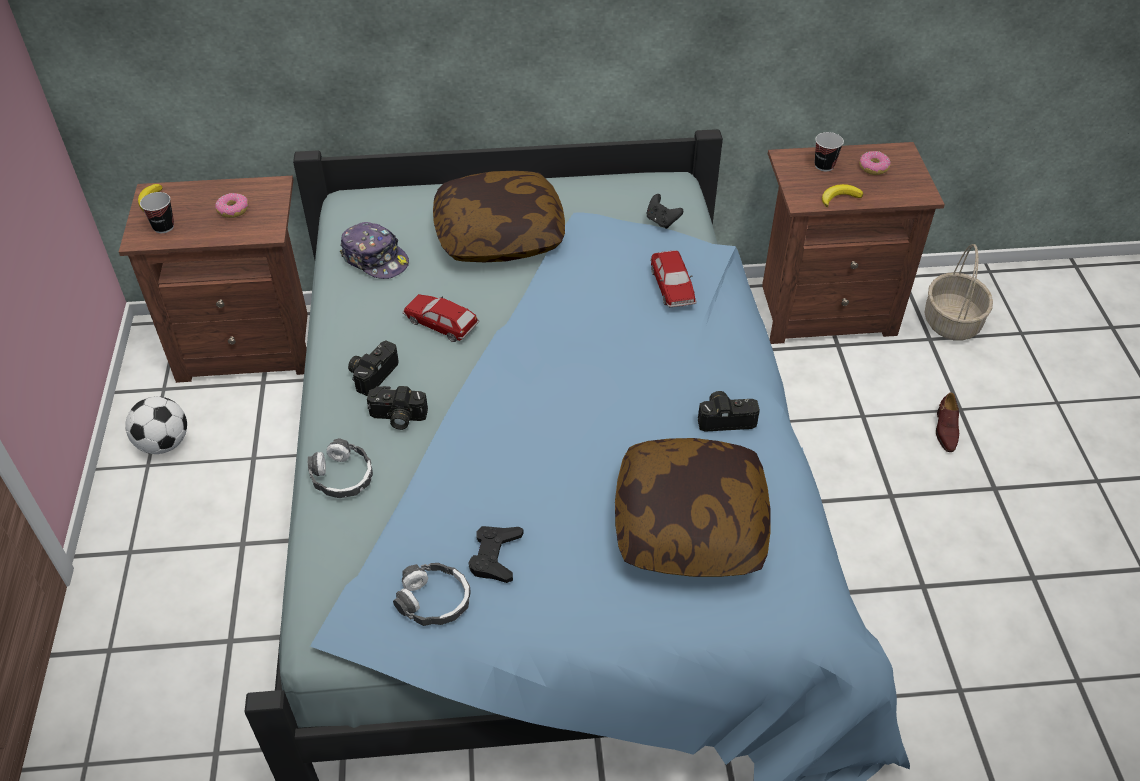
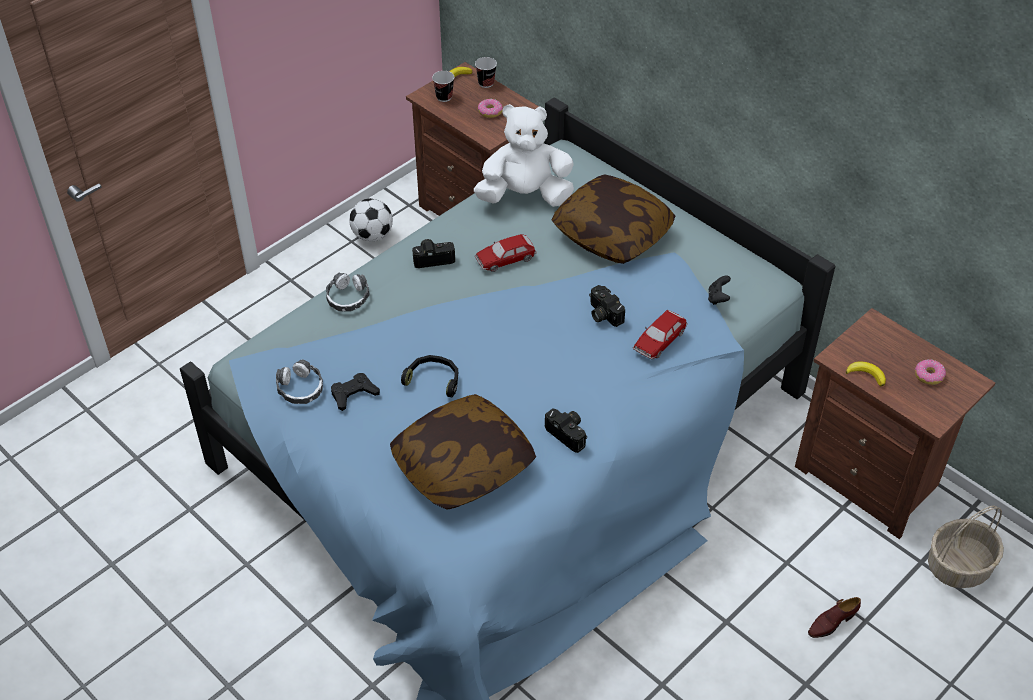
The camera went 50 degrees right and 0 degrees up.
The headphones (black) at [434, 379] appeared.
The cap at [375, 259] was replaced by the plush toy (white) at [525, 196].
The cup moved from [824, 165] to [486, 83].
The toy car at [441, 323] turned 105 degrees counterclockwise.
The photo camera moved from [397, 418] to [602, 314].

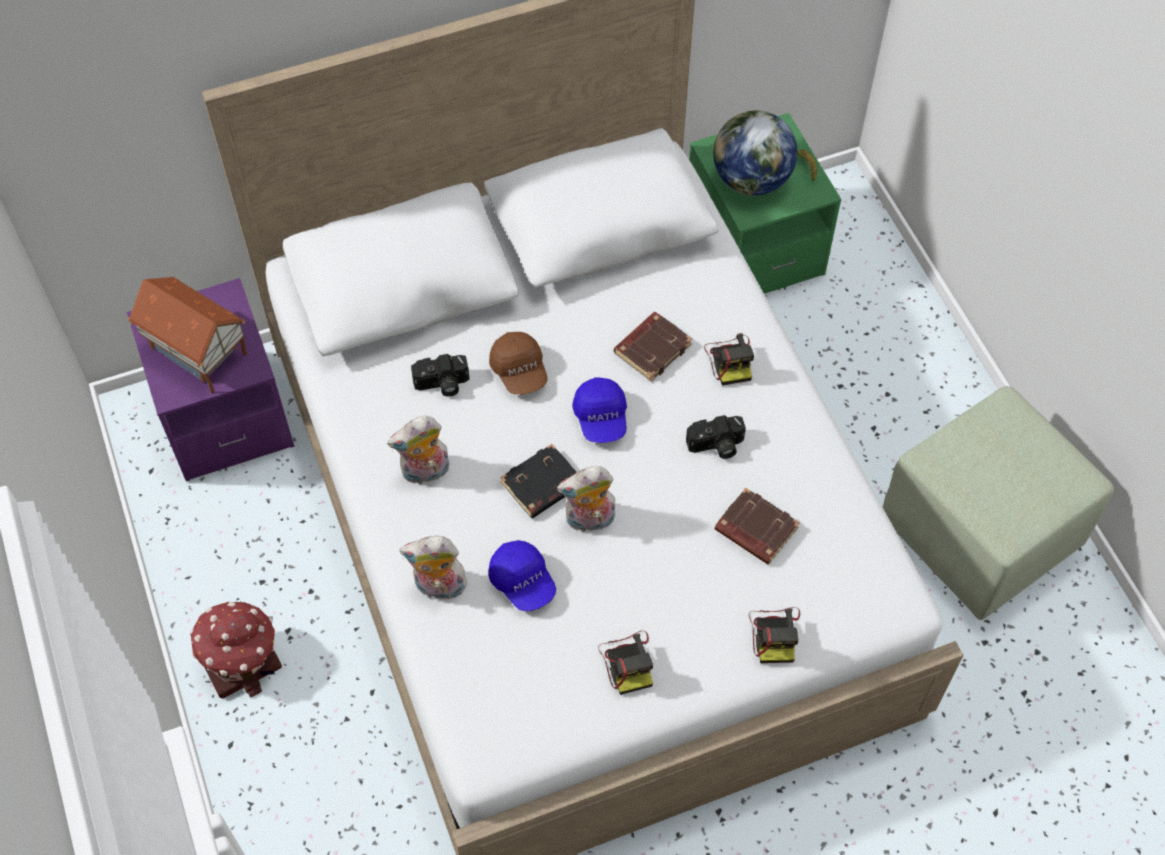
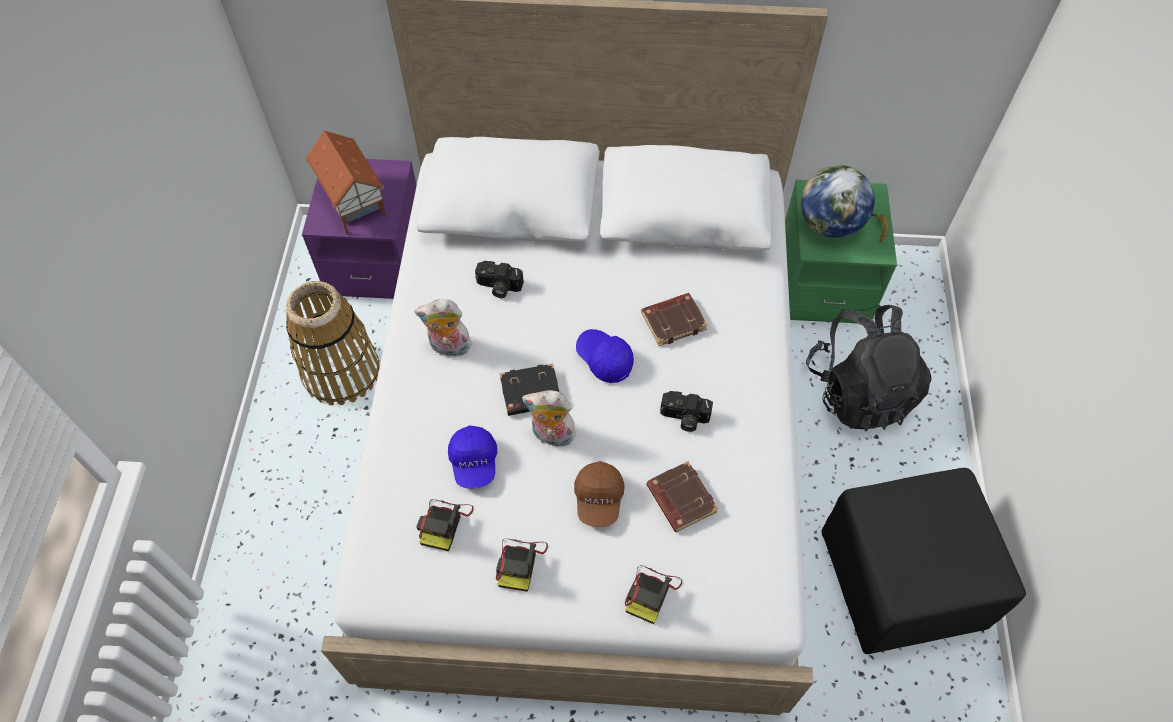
The camera went 25 degrees right and 0 degrees up.
The basket at [342, 372] appeared.
The photo camera moved from [730, 360] to [444, 523].
The cap (brown) moved from [519, 371] to [599, 499].
The cap (blue) at [601, 418] turned 120 degrees clockwise.
The backpack (black) at [859, 391] appeared.
The ottoman (green) at [982, 534] became the ottoman (black) at [902, 582].
The toy house at [242, 659] disappeared.
The plush toy at [439, 588] disappeared.

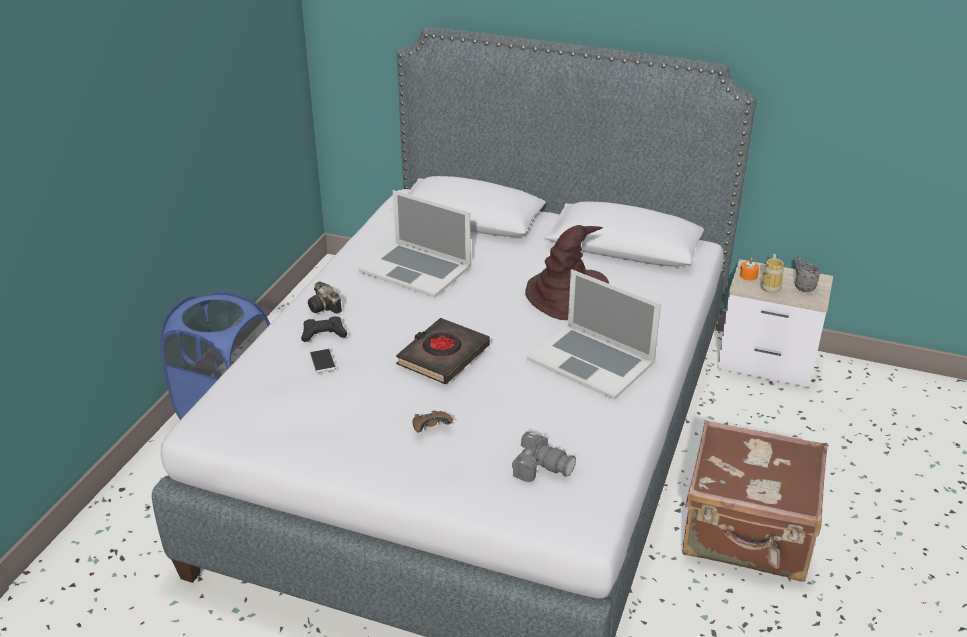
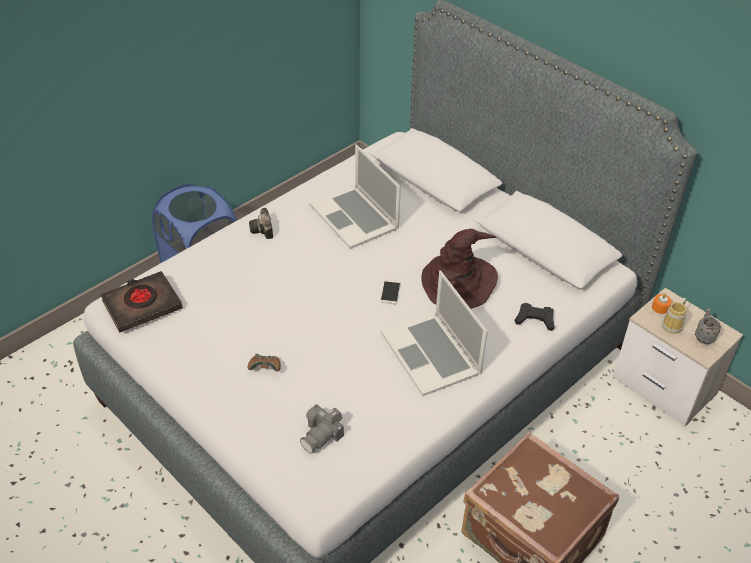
The camera went 25 degrees right and 10 degrees up.
The book (black) moved from [443, 356] to [142, 305].
The photo camera at [541, 467] turned 75 degrees clockwise.
The phone moved from [322, 361] to [390, 292].
The game controller (black) moved from [323, 333] to [535, 319].

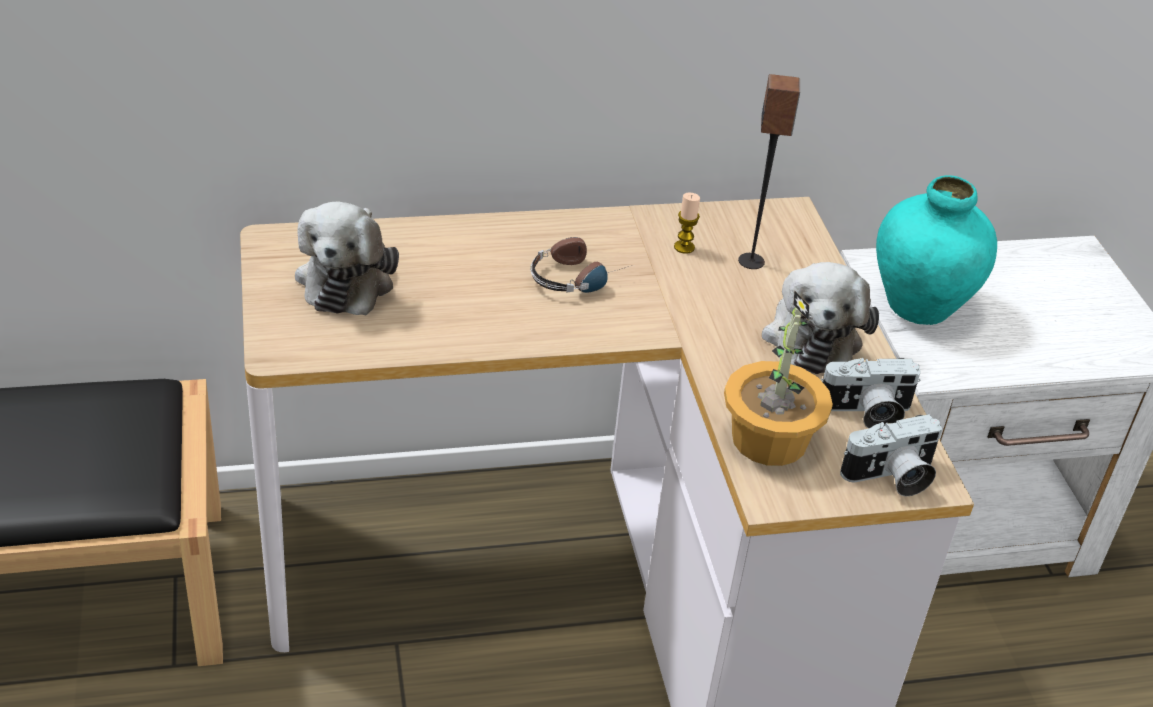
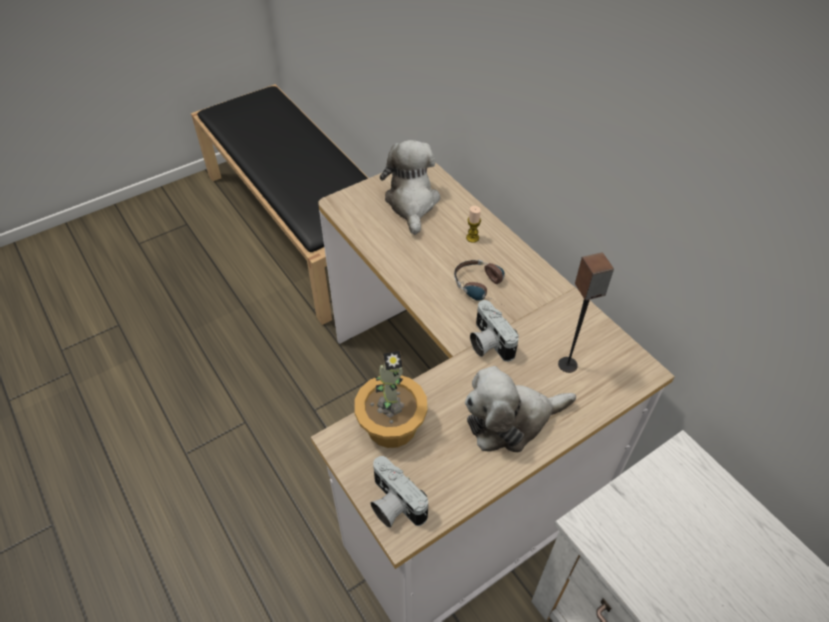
The camera went 70 degrees right and 10 degrees up.
The plush toy at [347, 278] turned 105 degrees clockwise.
The candle moved from [684, 247] to [472, 238].
The photo camera moved from [866, 413] to [488, 343].
The vase (turquoise) at [919, 306] disappeared.

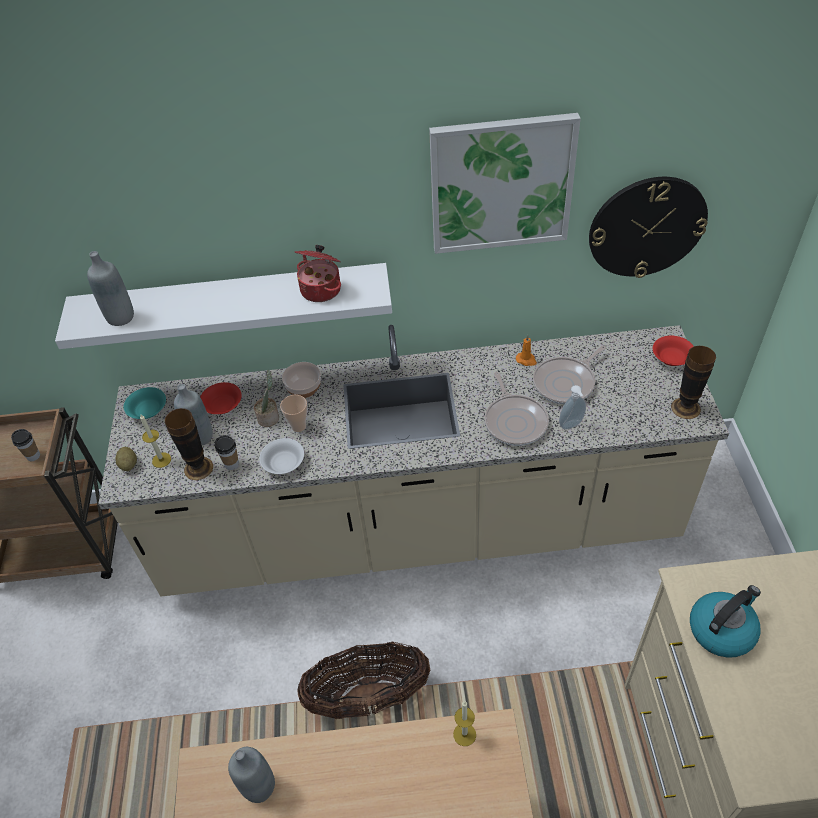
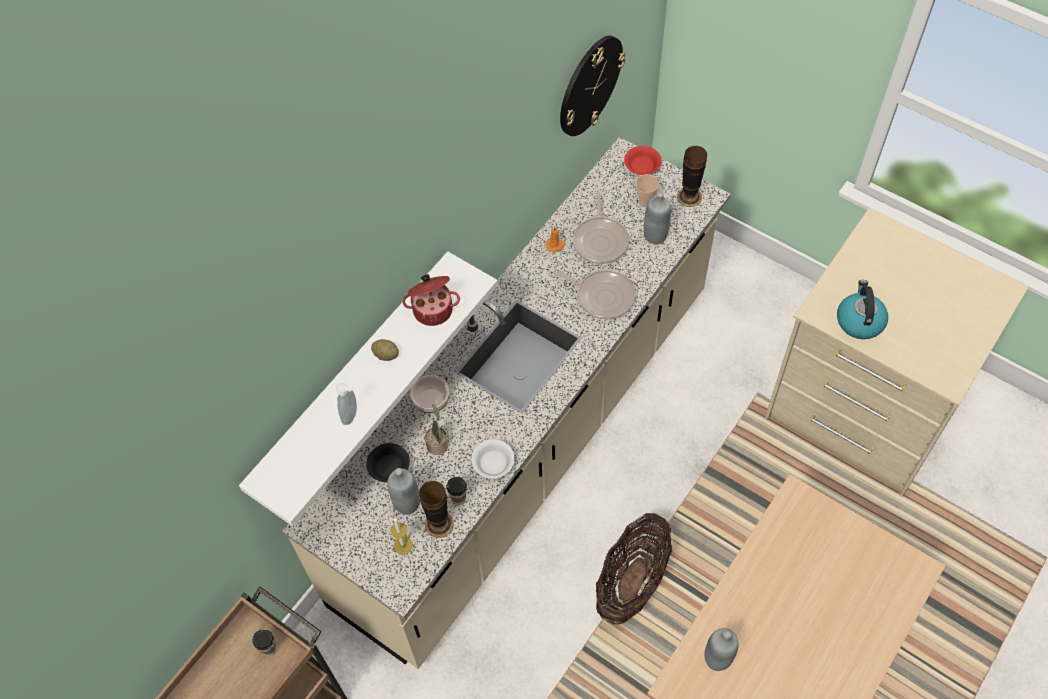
The camera went 50 degrees left and 10 degrees up.
The soap dispenser moved from [571, 425] to [351, 415].
The bowl (red) at [223, 405] became the bowl (black) at [389, 467].
The potato moved from [129, 464] to [386, 355].
The cup moved from [298, 426] to [645, 201].
The bottle (grey) moved from [120, 317] to [655, 235].
The bowl (turquoise) at [147, 410] disappeared.
The picture at [501, 184] disappeared.
The candle at [464, 734] disappeared.

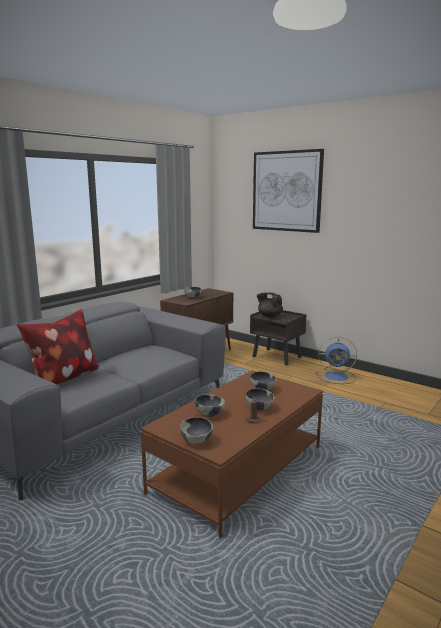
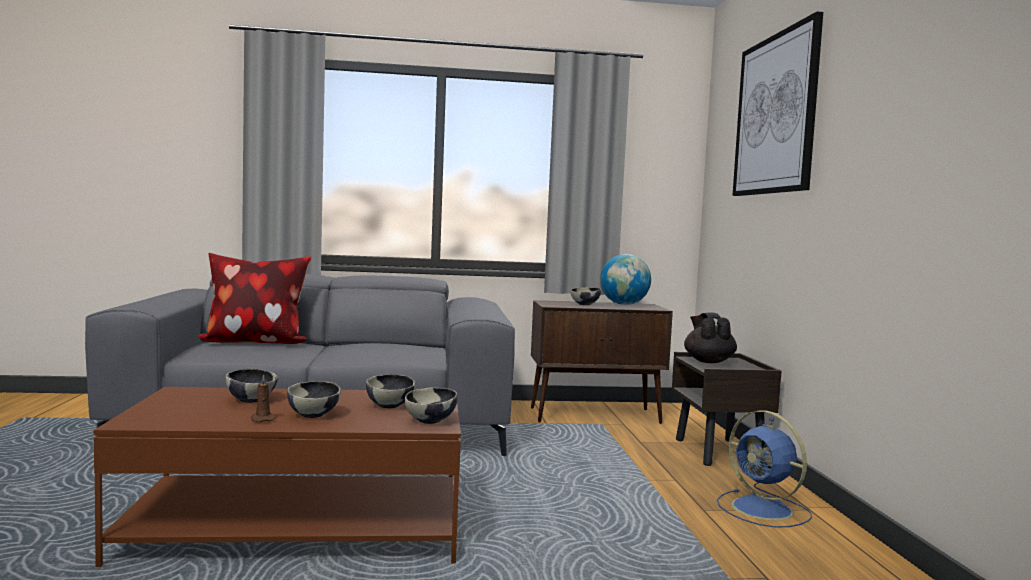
The camera went 45 degrees right and 10 degrees down.
The bowl moved from [196, 441] to [431, 421].
The globe at [624, 304] appeared.

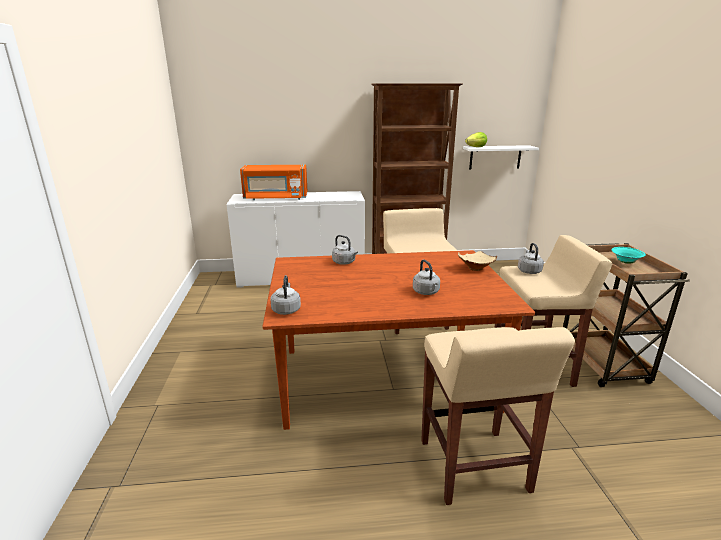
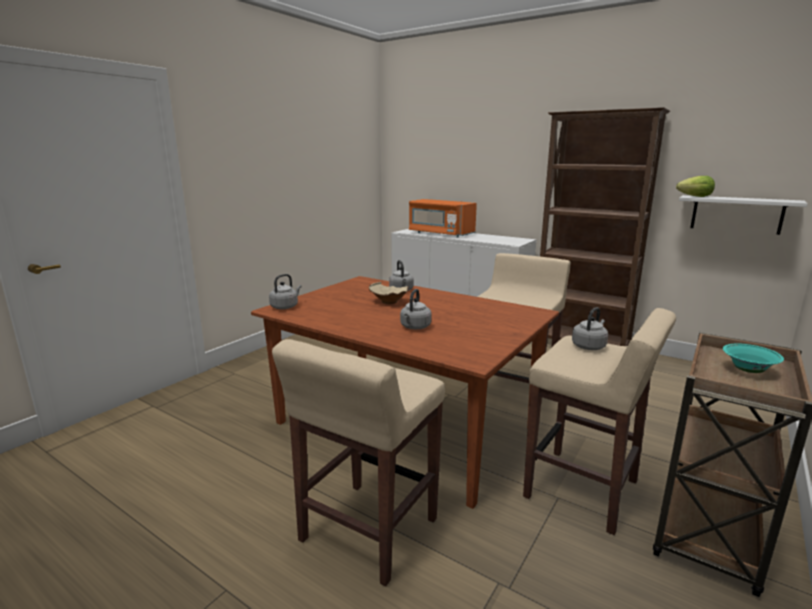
The camera went 40 degrees right and 5 degrees down.
The bowl (beige) moved from [476, 269] to [388, 302].

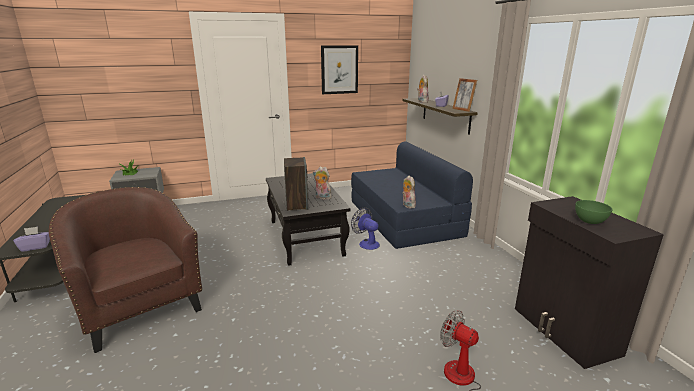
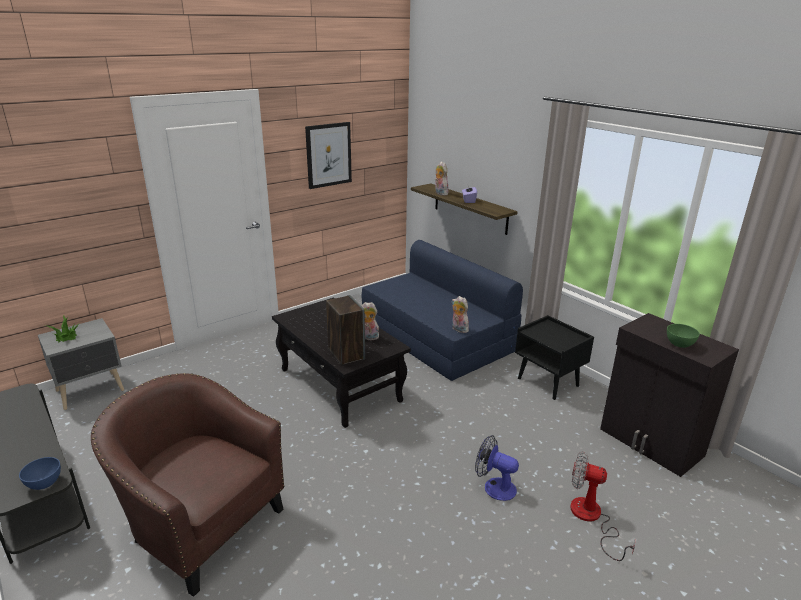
The camera went 20 degrees left and 5 degrees up.
The tissue box (purple) at [35, 247] was replaced by the bowl (blue) at [44, 484].
The fan moved from [366, 243] to [494, 486].
The nightstand (black) at [548, 382] appeared.
The picture frame at [462, 110] disappeared.

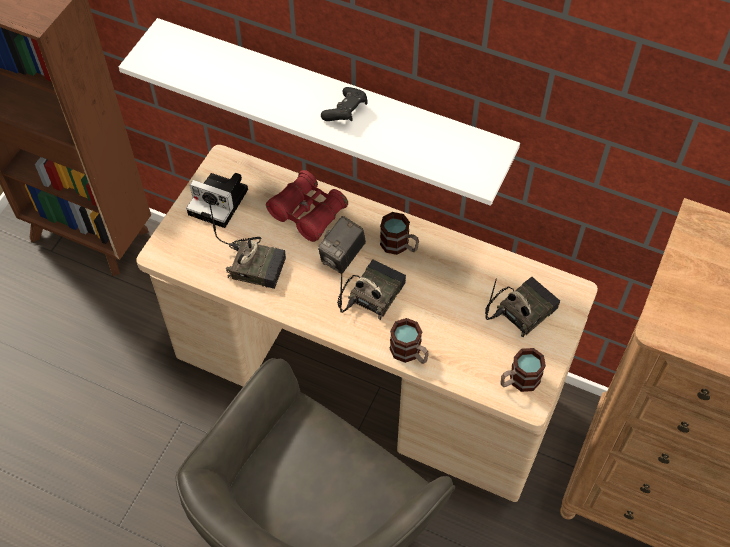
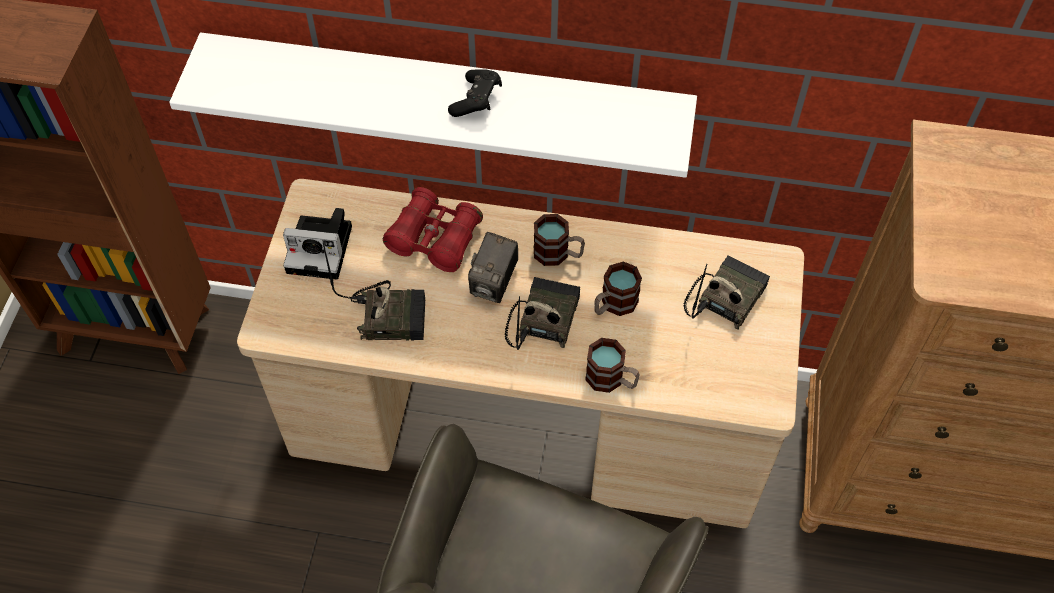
The camera went 15 degrees left and 0 degrees up.
The mug moved from [518, 381] to [613, 305].

